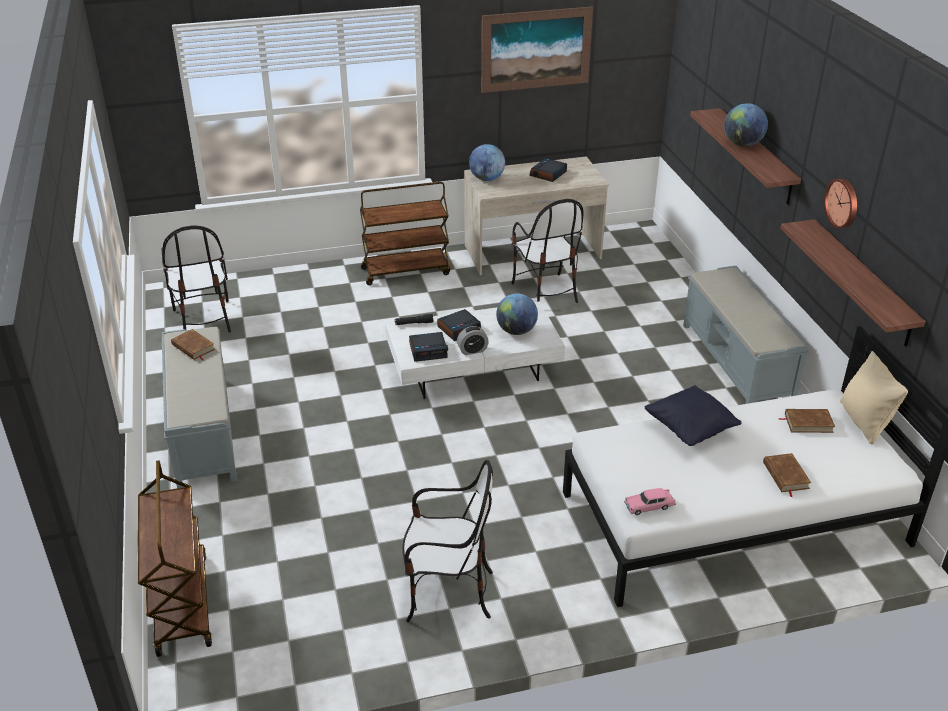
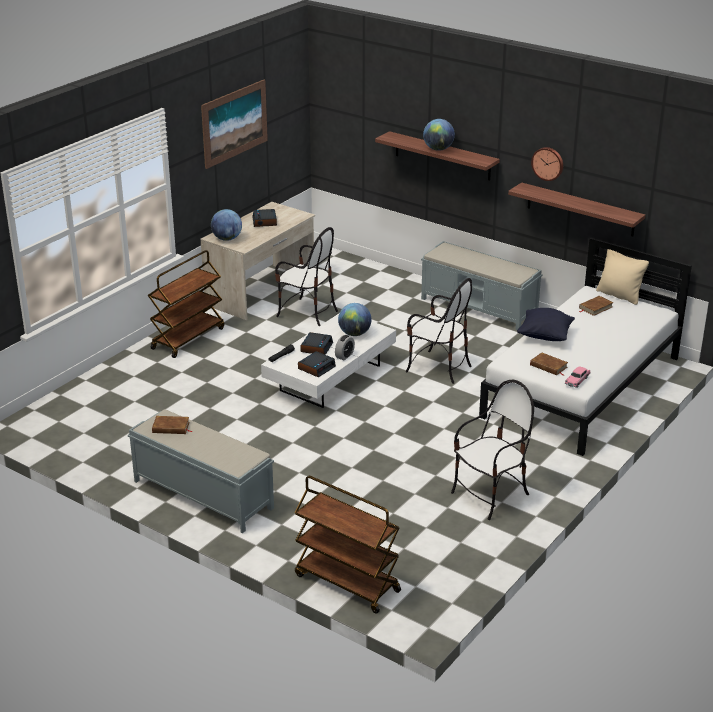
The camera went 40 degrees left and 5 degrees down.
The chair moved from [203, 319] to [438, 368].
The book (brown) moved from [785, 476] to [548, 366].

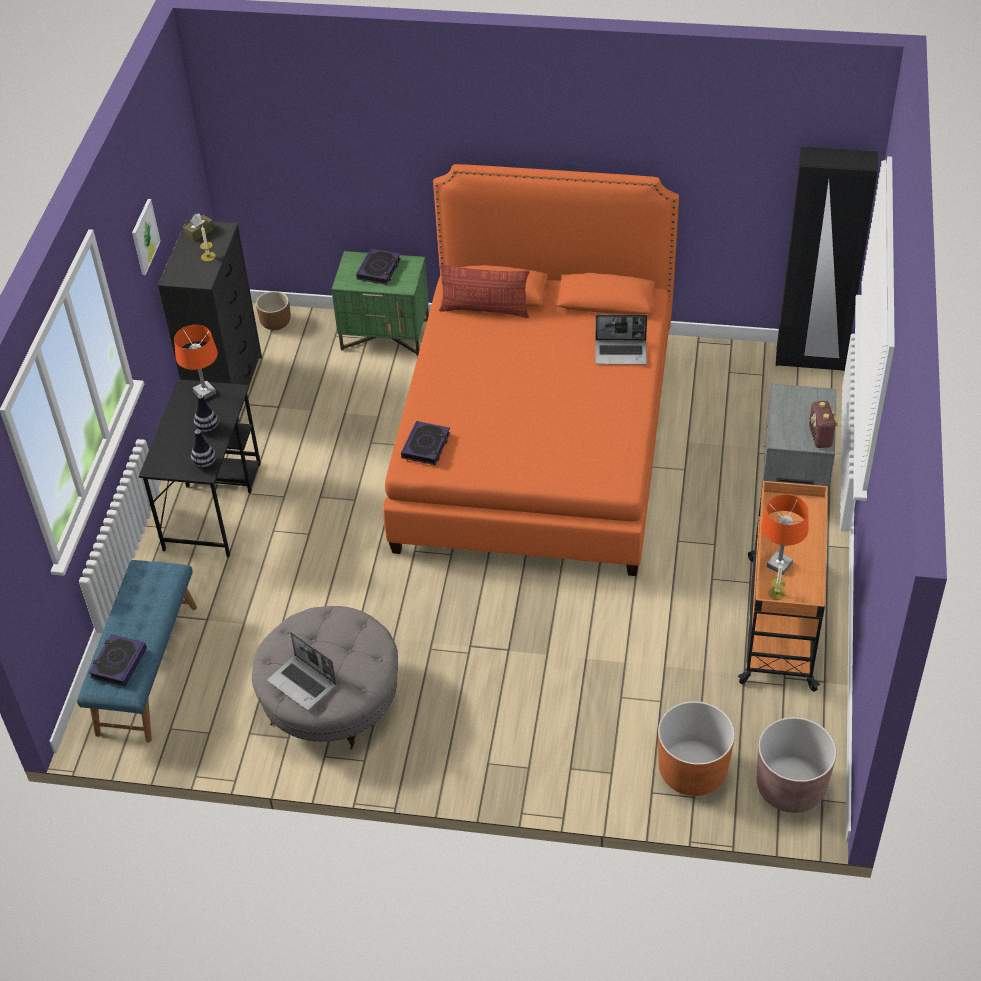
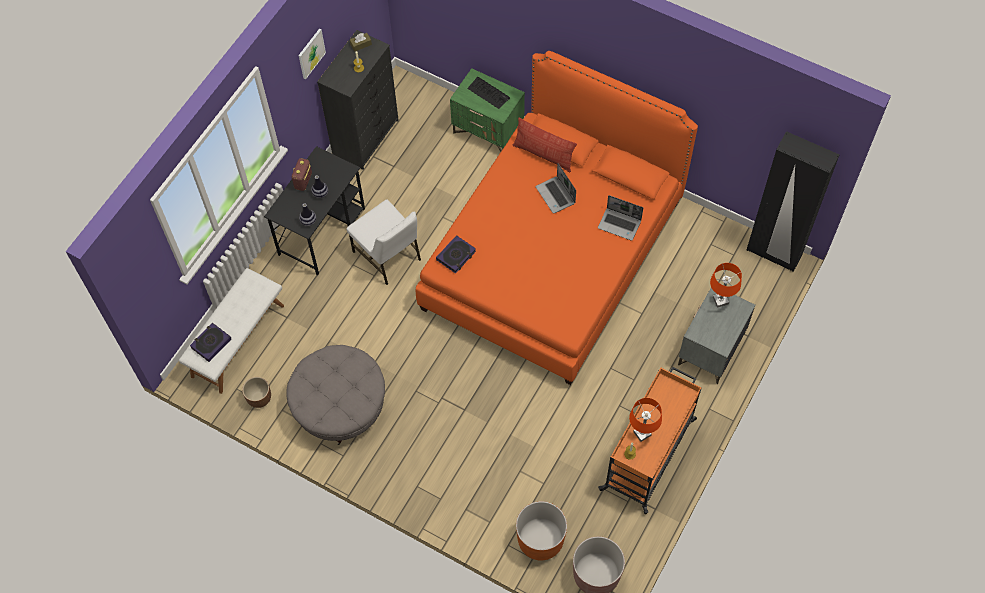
The camera went 20 degrees right and 15 degrees up.
The bench (blue) at [146, 669] became the bench (white) at [237, 340].
The planter (brown) moved from [275, 323] to [259, 398].
The radio moved from [820, 437] to [303, 181].
The chair (white) at [388, 256] appeared.
The book at [379, 269] was replaced by the keyboard at [488, 93].
The laptop moved from [303, 683] to [556, 195].
The table lamp (orange) moved from [204, 393] to [720, 300].

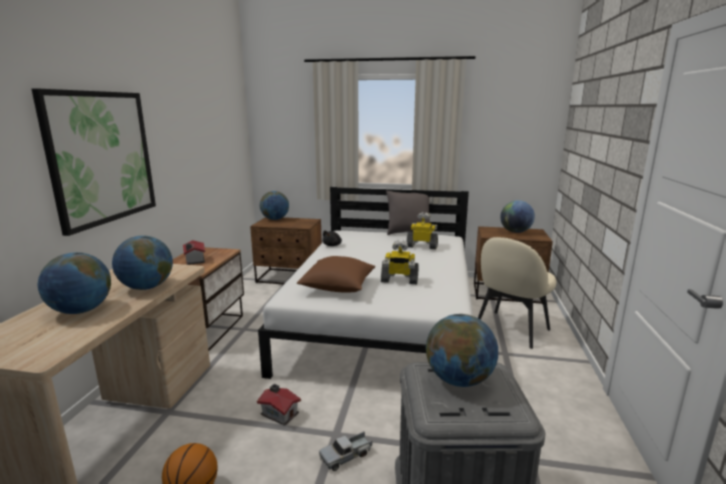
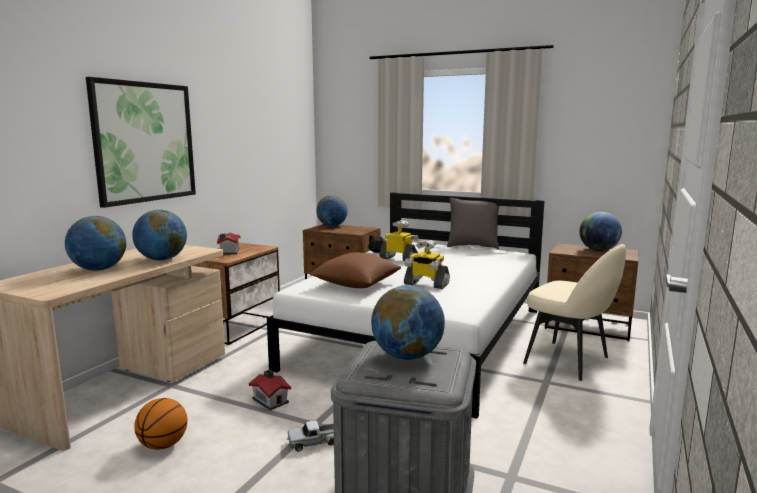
The camera went 15 degrees right and 5 degrees down.
The toy robot moved from [422, 246] to [399, 259].
The chair (beige) at [510, 330] turned 105 degrees counterclockwise.

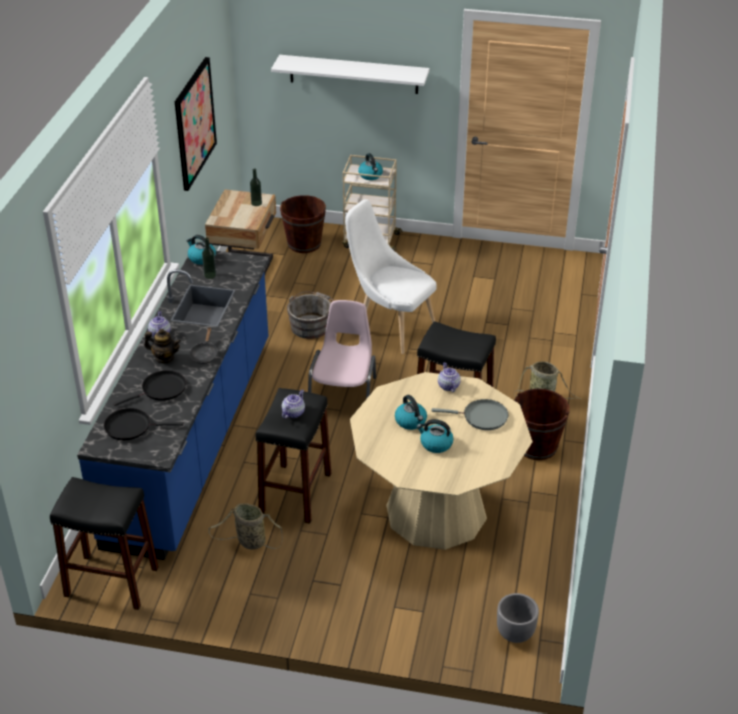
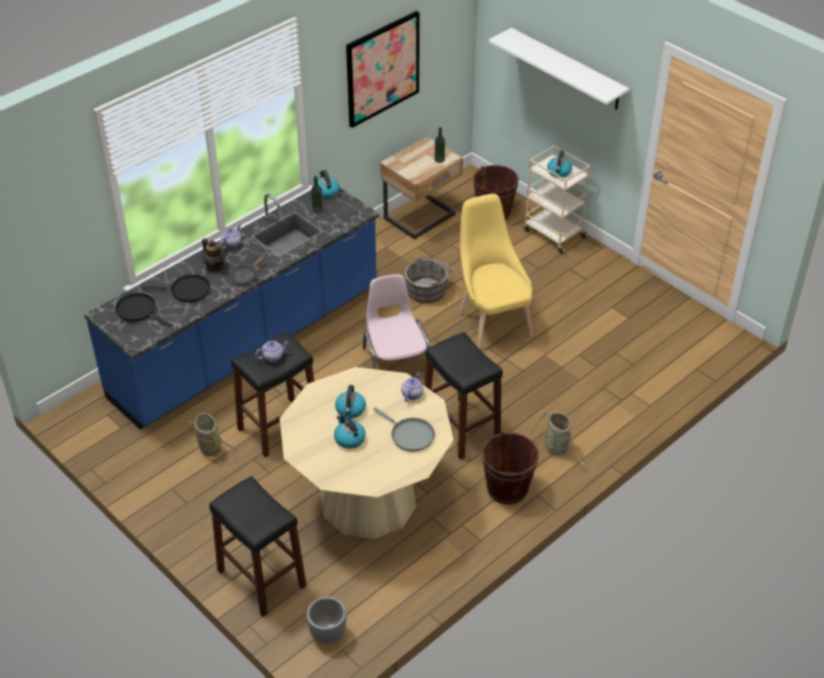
The camera went 35 degrees right and 5 degrees up.
The stool (black) moved from [111, 581] to [261, 578].
The chair (pink) at [344, 393] turned 60 degrees counterclockwise.
The chair (white) at [390, 327] became the chair (yellow) at [492, 321].

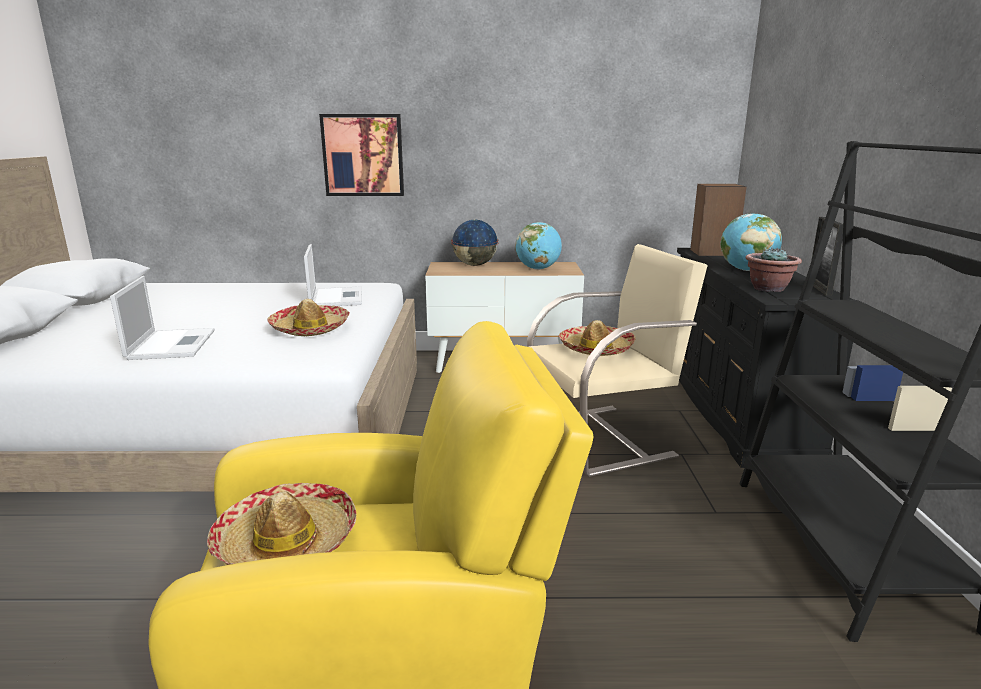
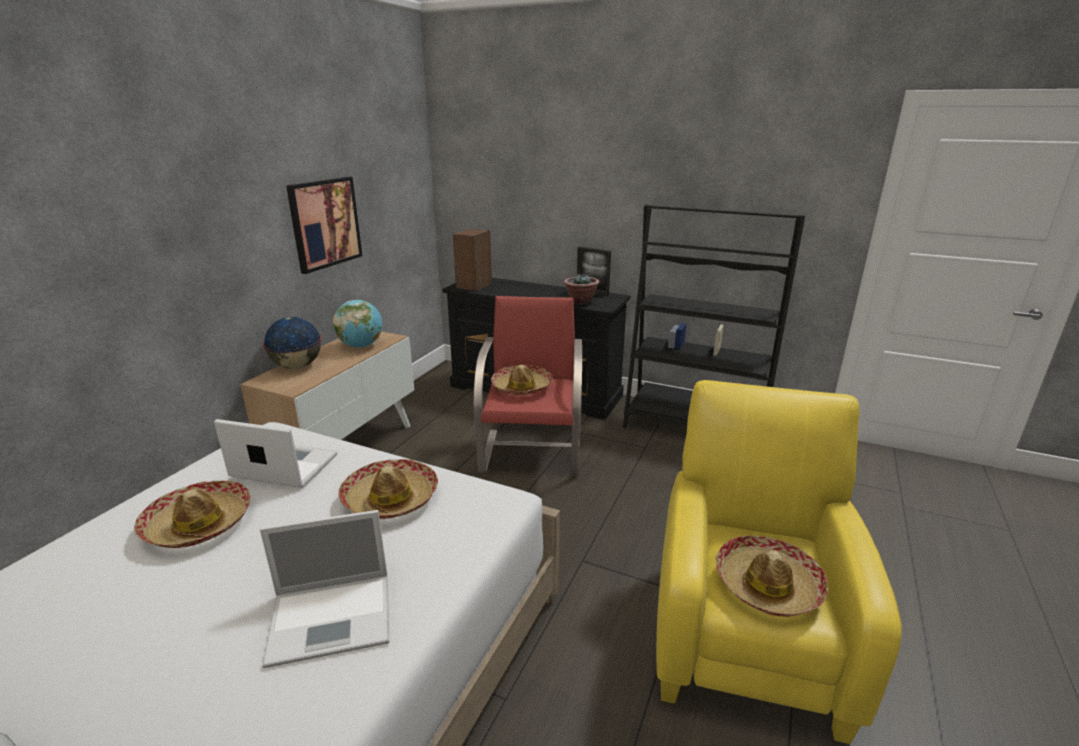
The camera went 65 degrees left and 5 degrees up.
The hat at [198, 524] appeared.
The laptop at [172, 344] turned 150 degrees clockwise.
The picture moved from [363, 155] to [325, 223].
The armchair (beige) at [602, 438] became the armchair (red) at [531, 452].
The globe at [746, 270] disappeared.

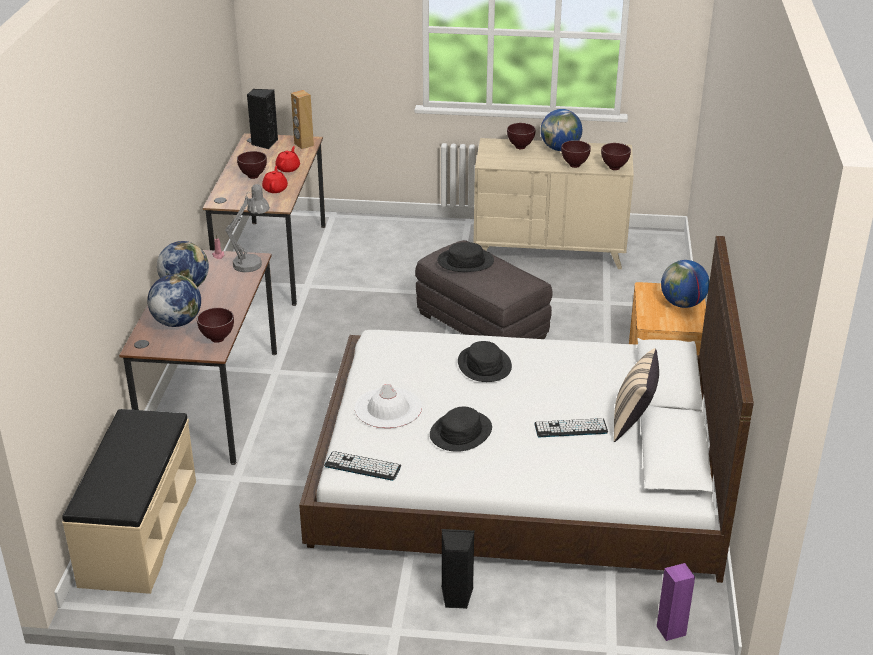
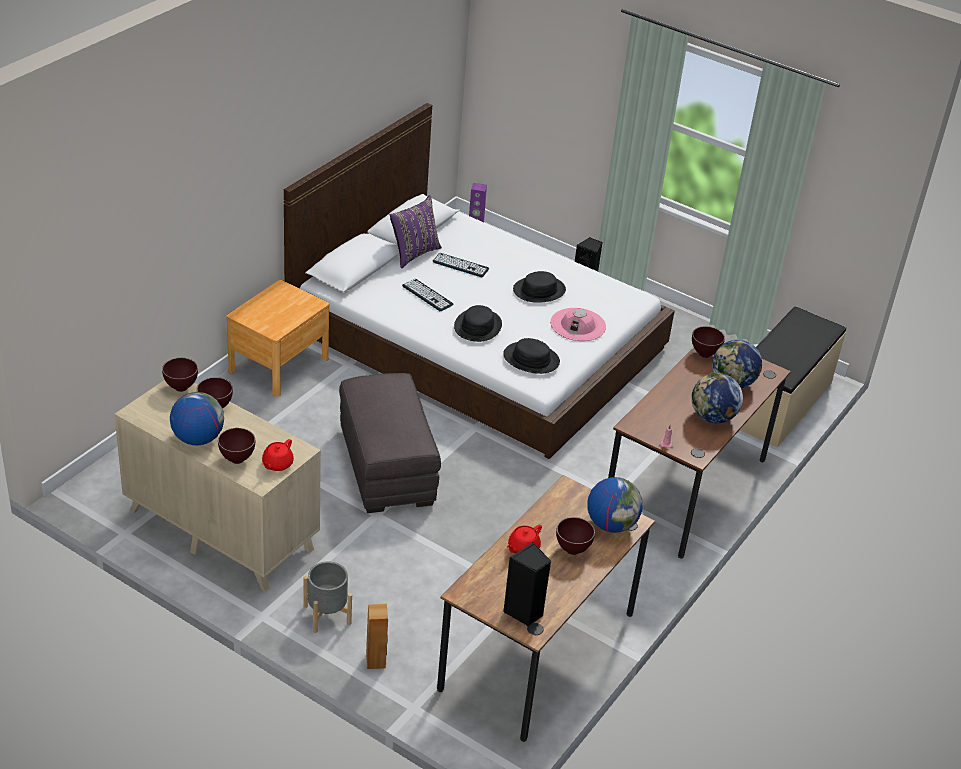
The camera went 155 degrees left and 5 degrees up.
The teapot (red) moved from [275, 189] to [277, 464].
The planter (grey) at [327, 615] appeared.
The speaker (brown) moved from [303, 144] to [376, 660].
The pillow (beige) at [633, 422] became the pillow (purple) at [413, 253].
The keyboard moved from [362, 466] to [427, 295].
The hat (black) moved from [465, 261] to [531, 359].
The hat (white) at [388, 408] became the hat (pink) at [578, 325].
The globe moved from [682, 304] to [611, 524].
The table lamp (grey) at [252, 262] disappeared.

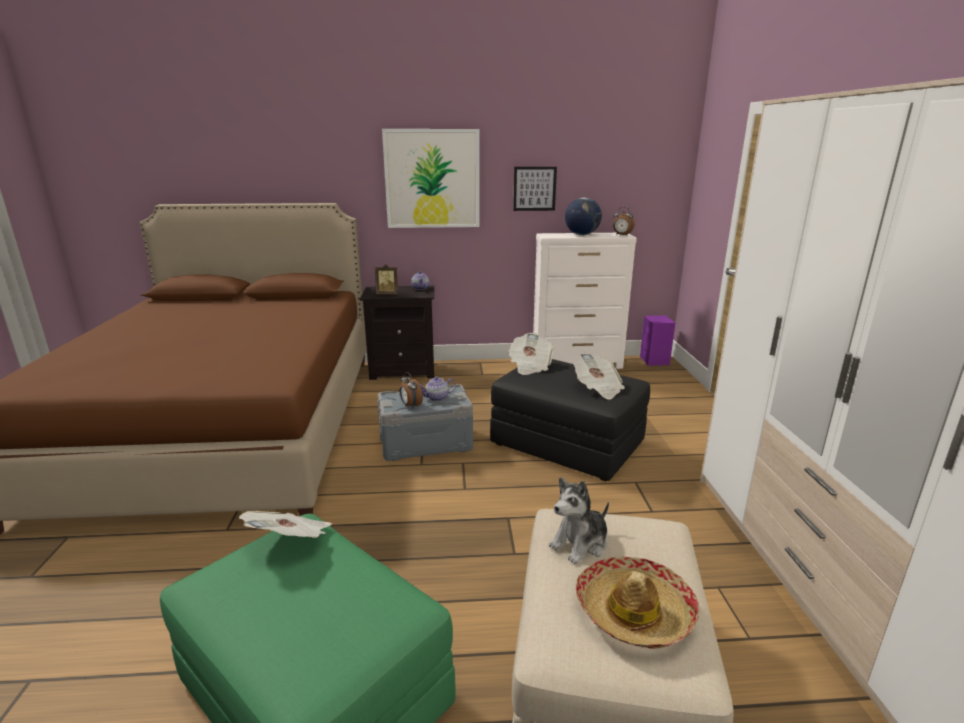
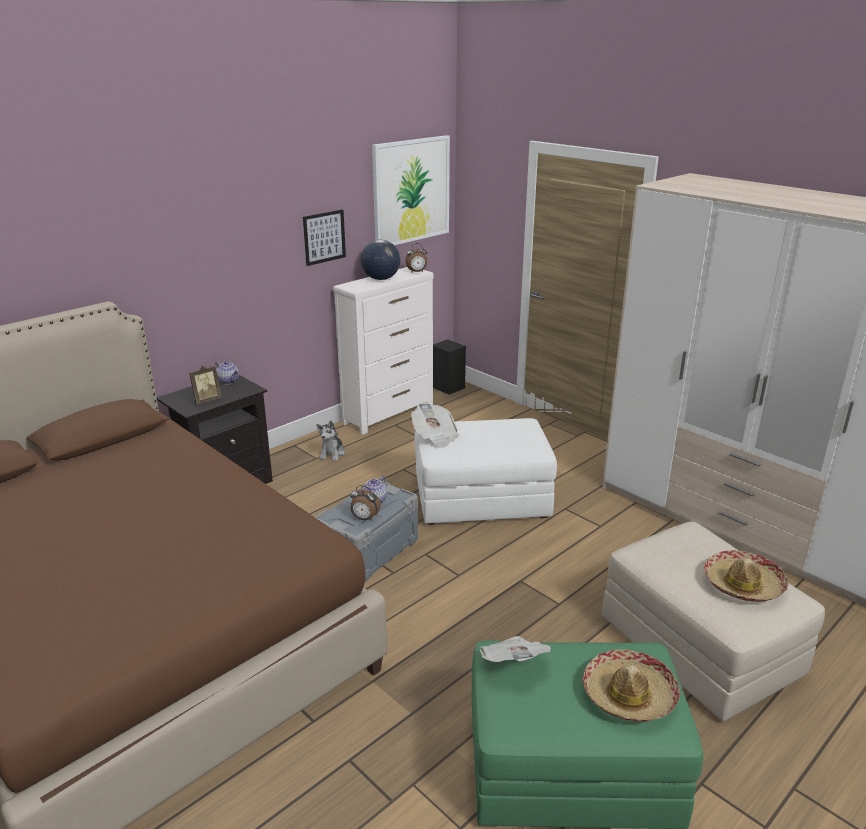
The camera went 40 degrees left and 5 degrees up.
The plush toy moved from [580, 544] to [332, 454].
The picture moved from [432, 179] to [411, 191].
The ottoman (black) at [568, 444] became the ottoman (white) at [482, 498].
The speaker (purple) at [654, 361] became the speaker (black) at [448, 387].
The hat at [629, 695] appeared.
The newspaper at [598, 388] disappeared.

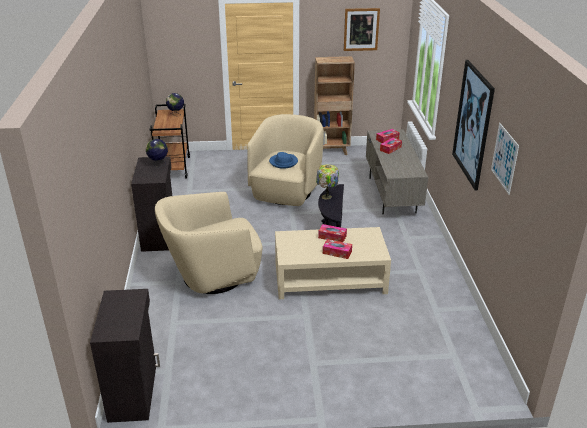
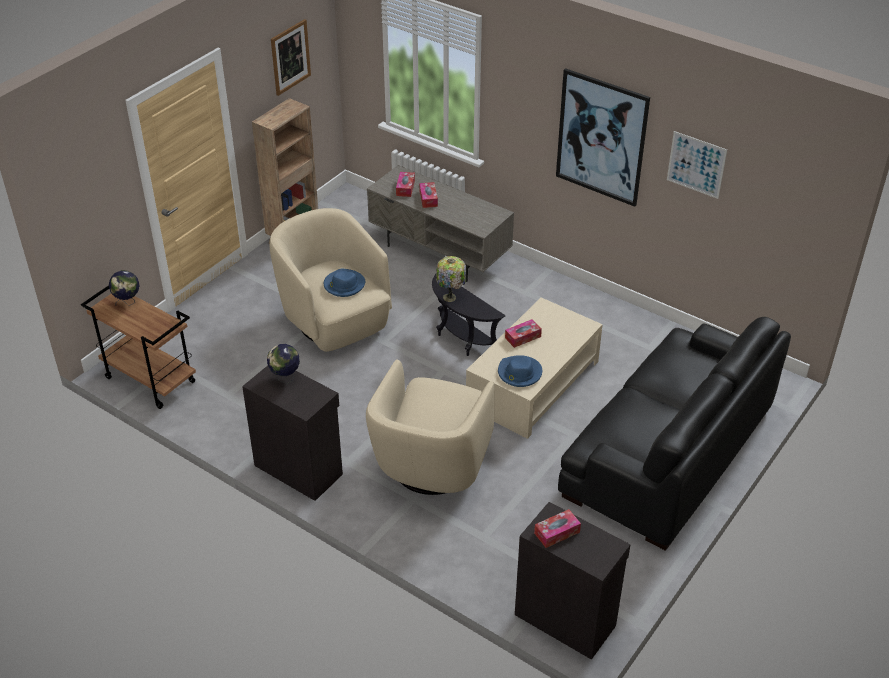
The camera went 50 degrees left and 10 degrees up.
The hat (blue) at [519, 373] appeared.
The tissue box moved from [337, 252] to [557, 532].
The sofa (black) at [668, 451] appeared.

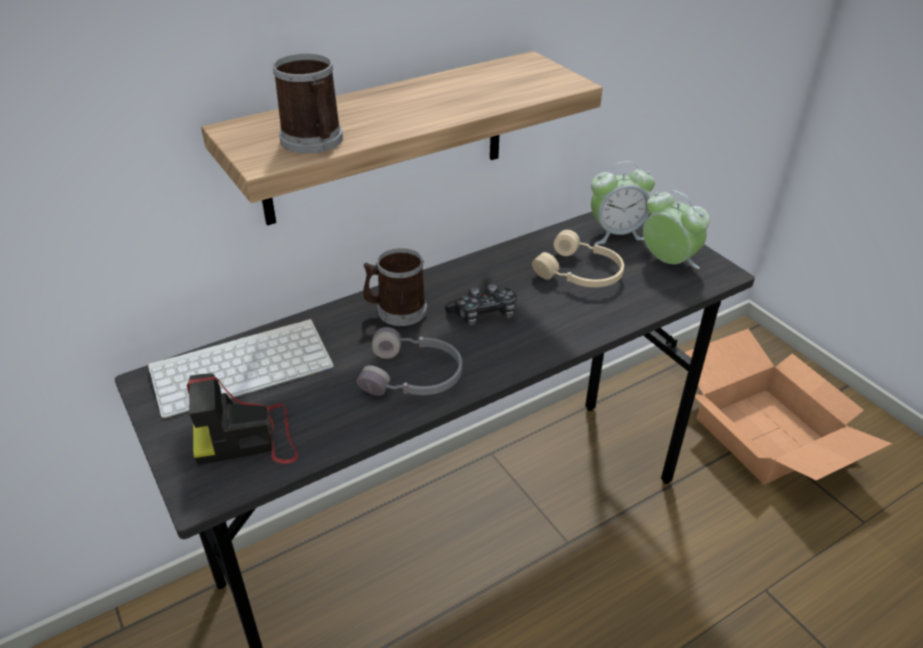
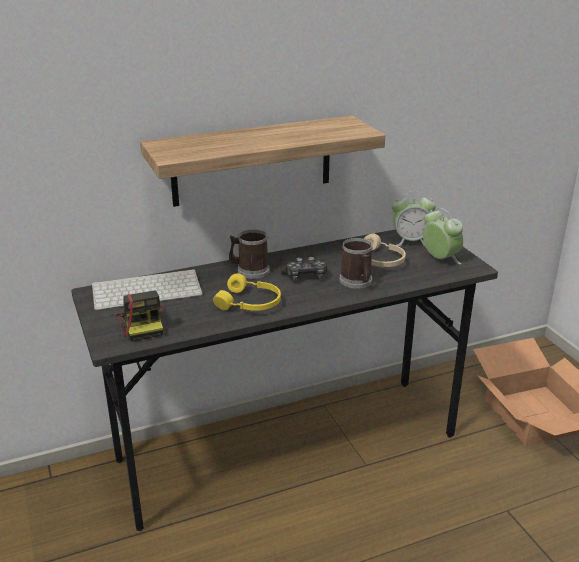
The camera went 10 degrees right and 10 degrees down.
The photo camera at [248, 439] turned 105 degrees counterclockwise.
The headphones (grey) at [413, 377] became the headphones (yellow) at [249, 303].
The mug moved from [314, 142] to [357, 282].

